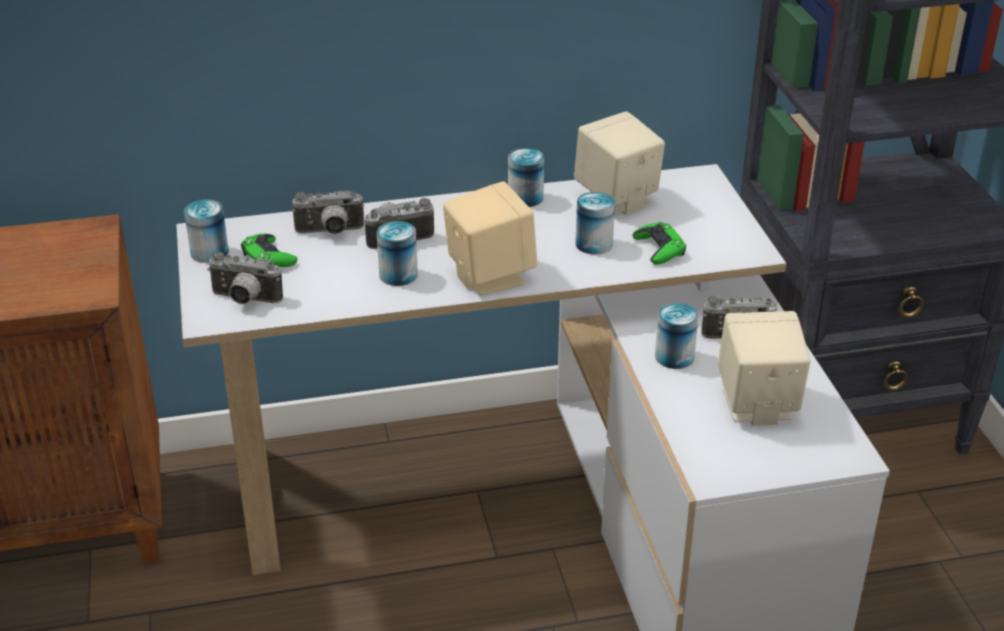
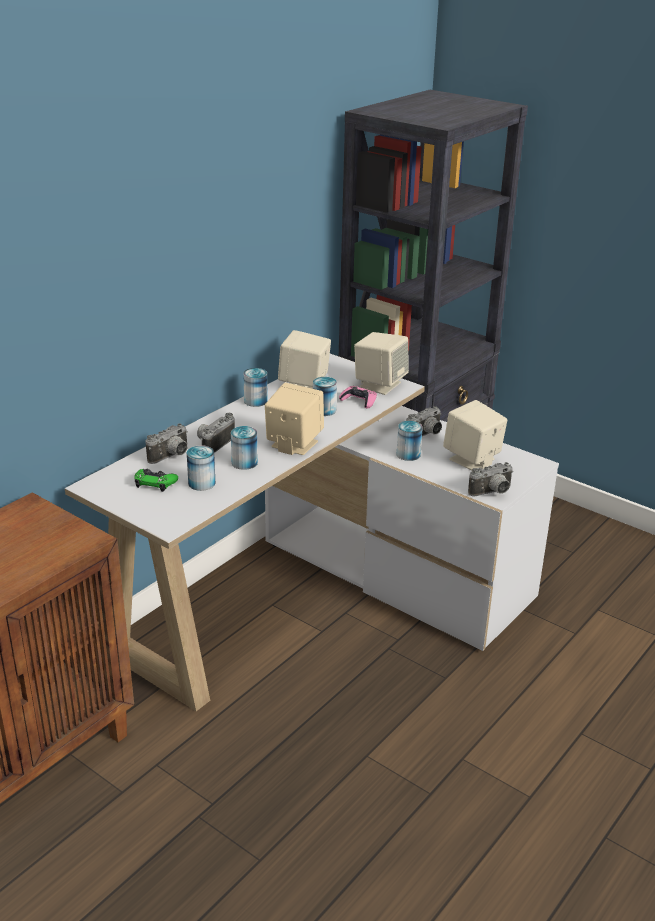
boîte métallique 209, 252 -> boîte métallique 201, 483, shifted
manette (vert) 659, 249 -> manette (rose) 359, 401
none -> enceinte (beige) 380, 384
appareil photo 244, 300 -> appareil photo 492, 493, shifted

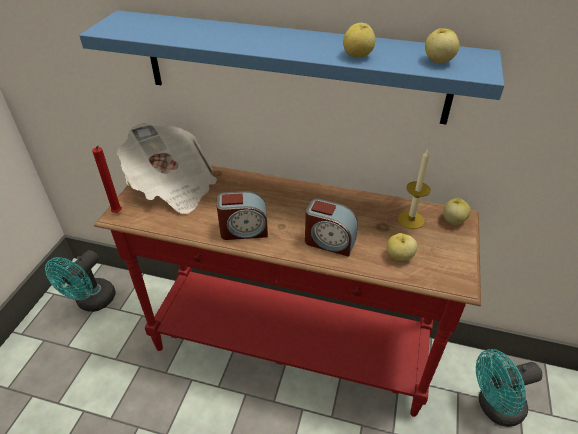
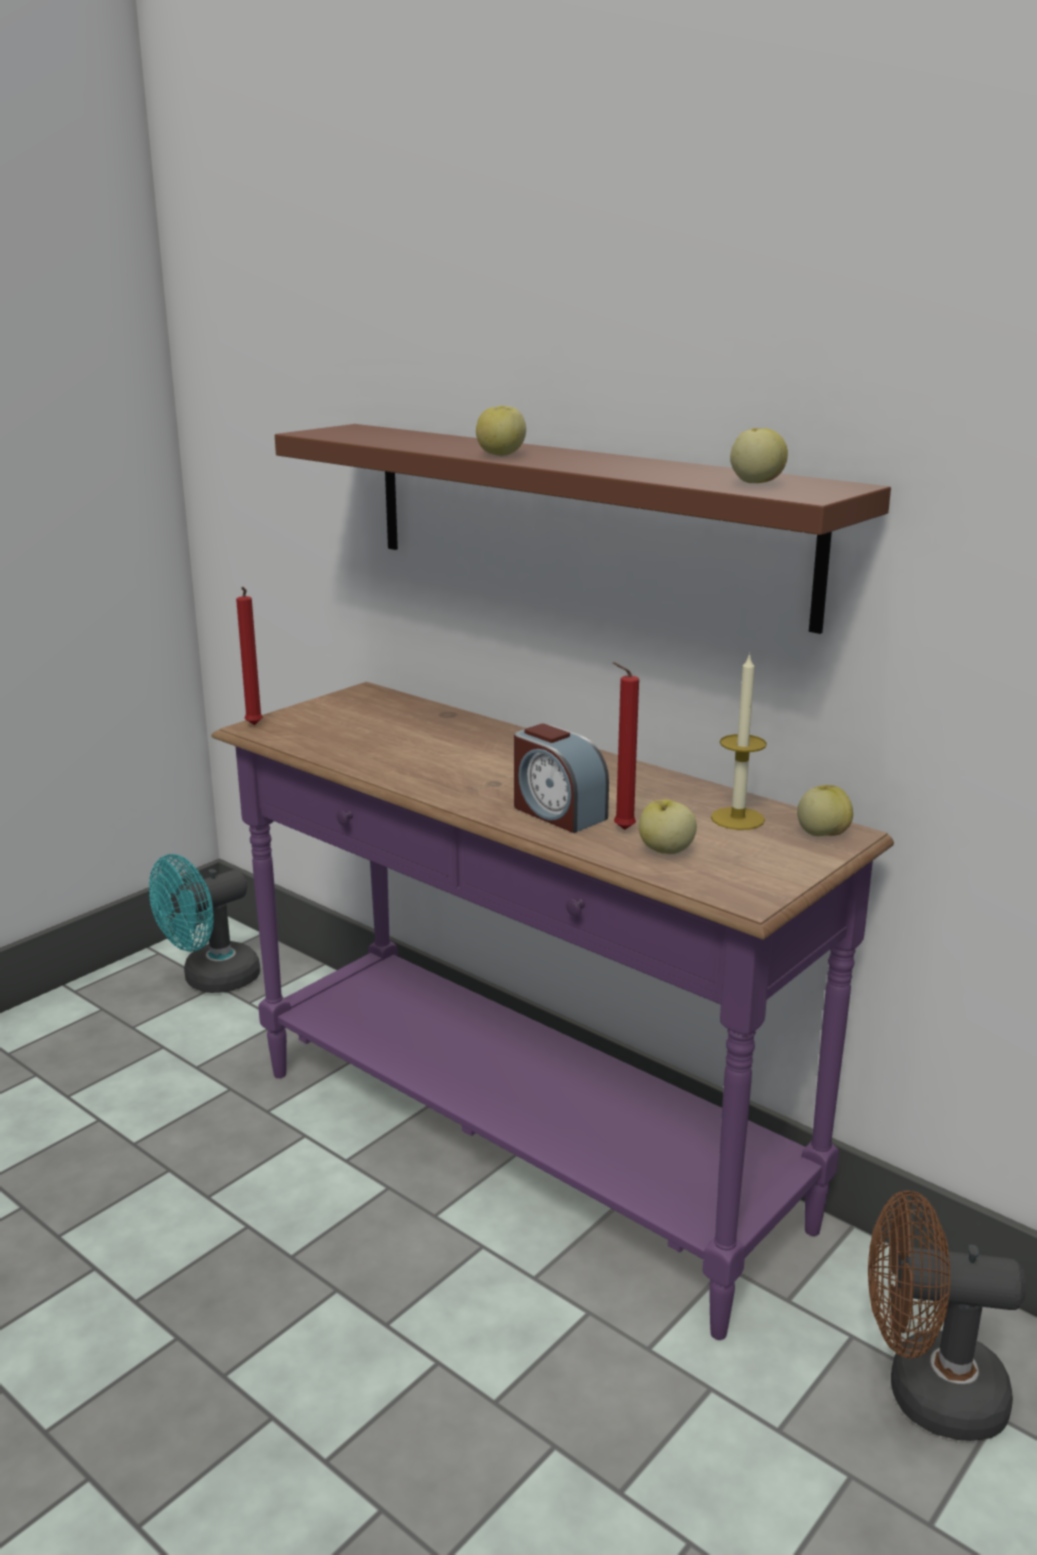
table console (rouge) 289, 350 -> table console (violet) 518, 1149
étagère (bleu) 292, 67 -> étagère (marron) 580, 518
pomme 358, 55 -> pomme 502, 455, shifted
none -> bougie (rouge) 621, 830
ventilateur (turquoise) 494, 407 -> ventilateur (marron) 926, 1393
journal 172, 187 -> none
réveil 243, 230 -> none

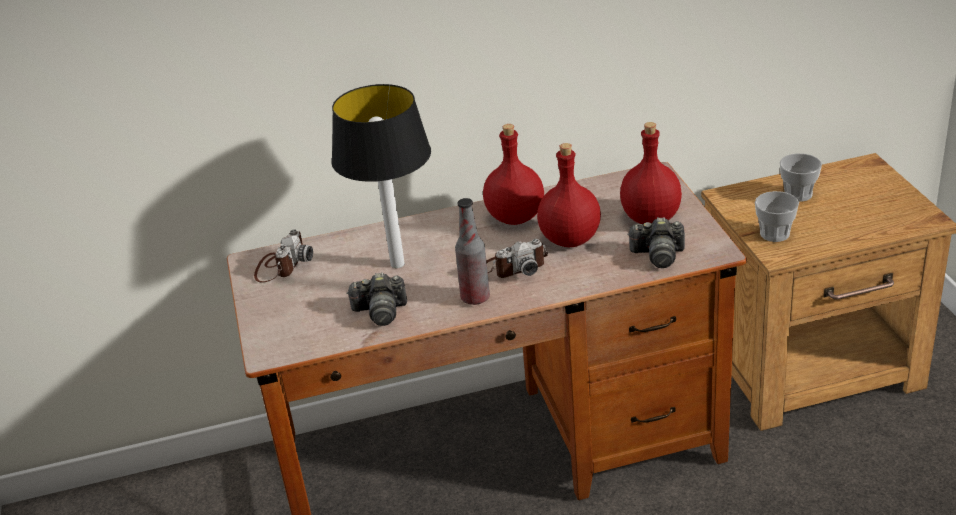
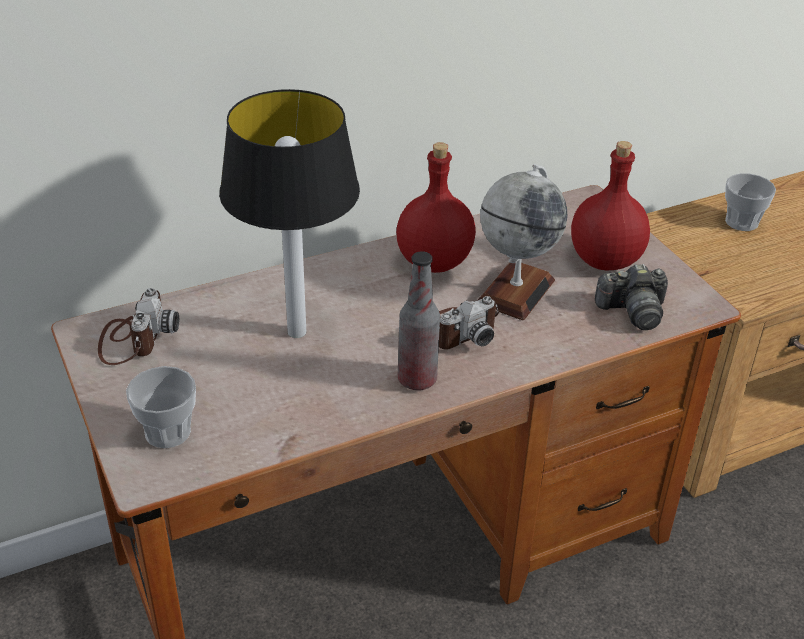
tasse 774, 234 -> tasse 167, 432, shifted
bouteille (rouge) 571, 239 -> globe 515, 291
appareil photo 380, 312 -> none

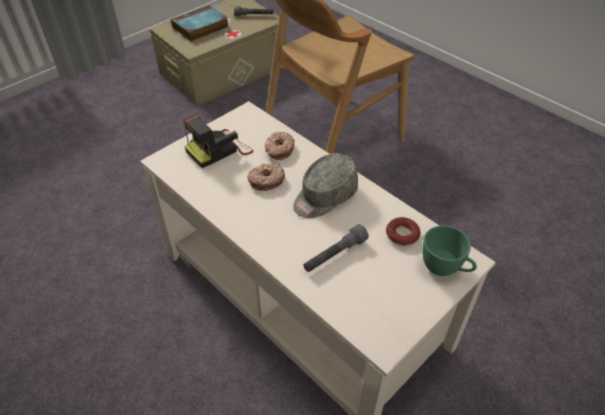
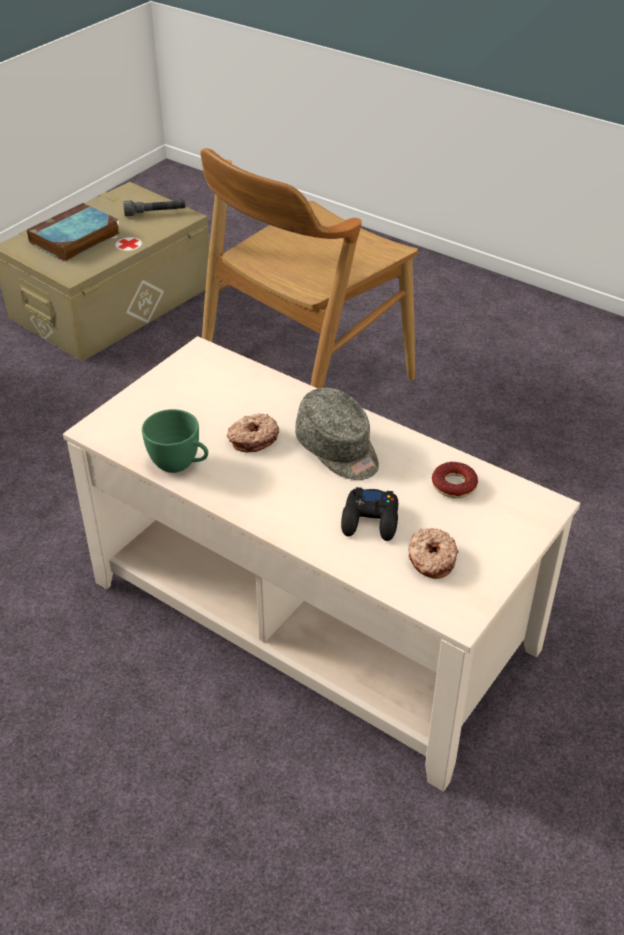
tasse (vert) 445, 269 -> tasse (vert) 180, 465, shifted
casquette (gris) 324, 196 -> casquette (gris) 338, 450, 75 degrees counterclockwise
lampe de poche (gris) 334, 255 -> manette (noir) 370, 520
beignet 279, 149 -> beignet 431, 559, shifted
appareil photo 219, 150 -> none

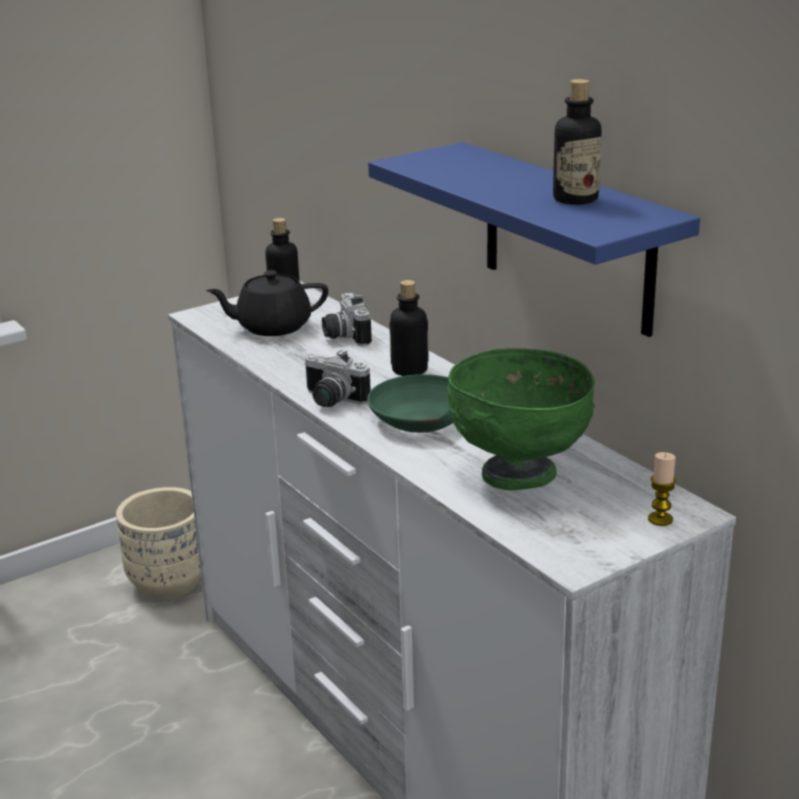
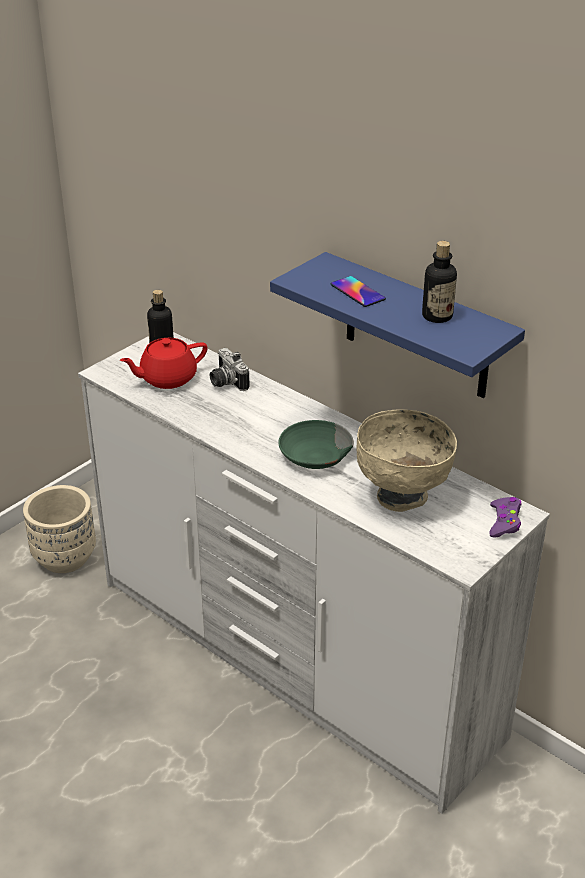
théière (noir) 272, 327 -> théière (rouge) 167, 378
none -> téléphone 357, 292
bol (vert) 520, 474 -> bol (beige) 402, 496
bougie 660, 519 -> manette (violet) 504, 522
appareil photo 331, 401 -> none
bouteille 409, 370 -> none

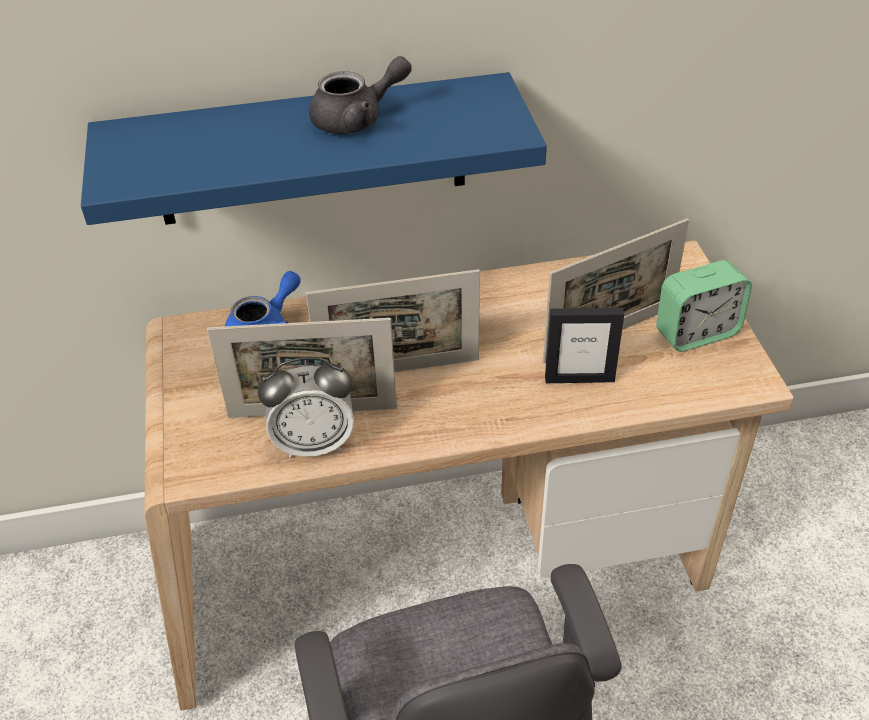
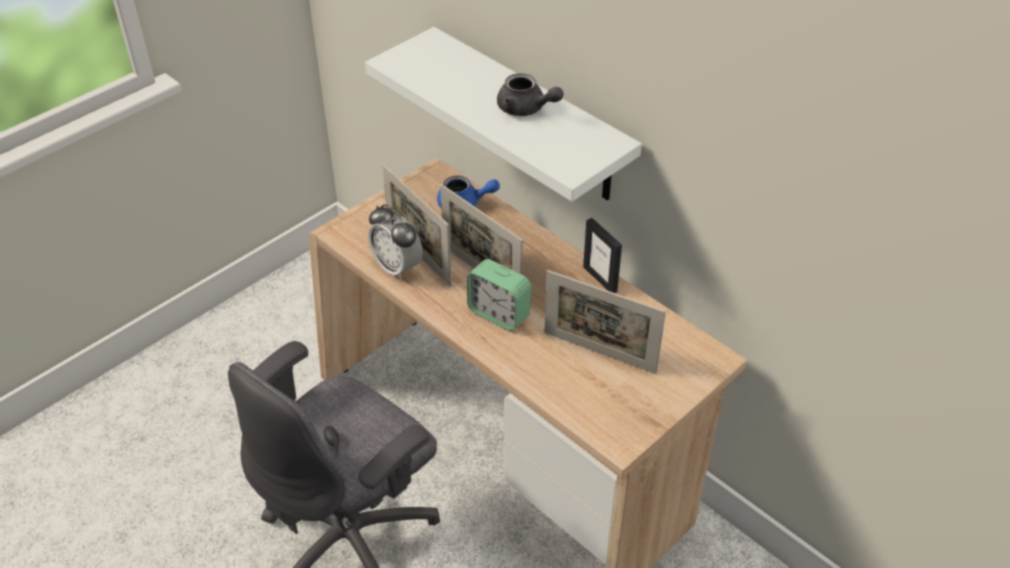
étagère (bleu) 311, 151 -> étagère (blanc) 530, 116
réveil 696, 333 -> réveil 499, 314, shifted
cadre photo 579, 378 -> cadre photo 600, 279, shifted

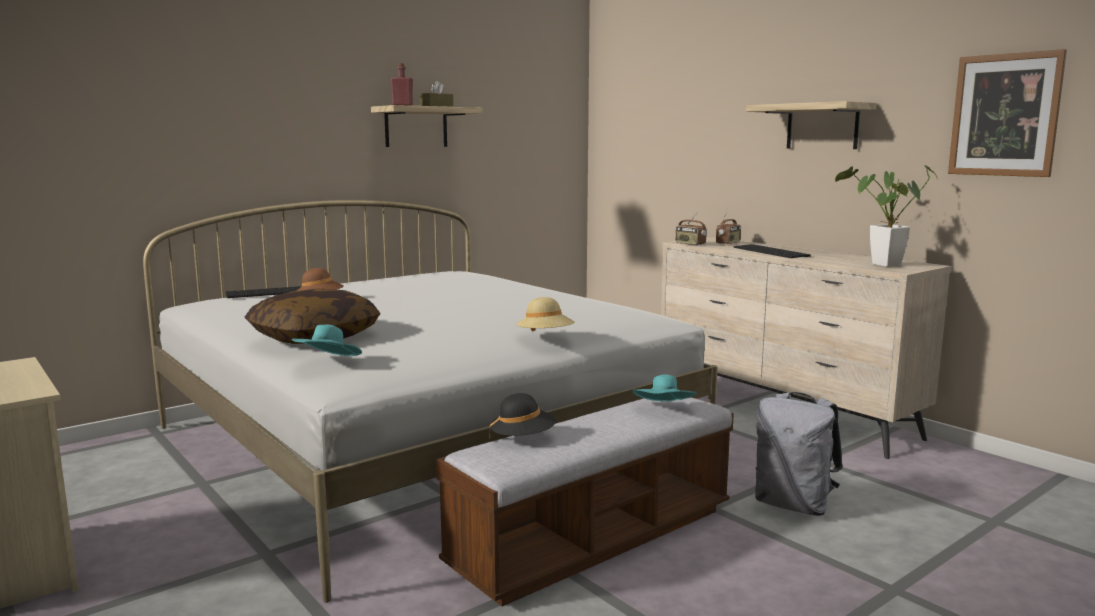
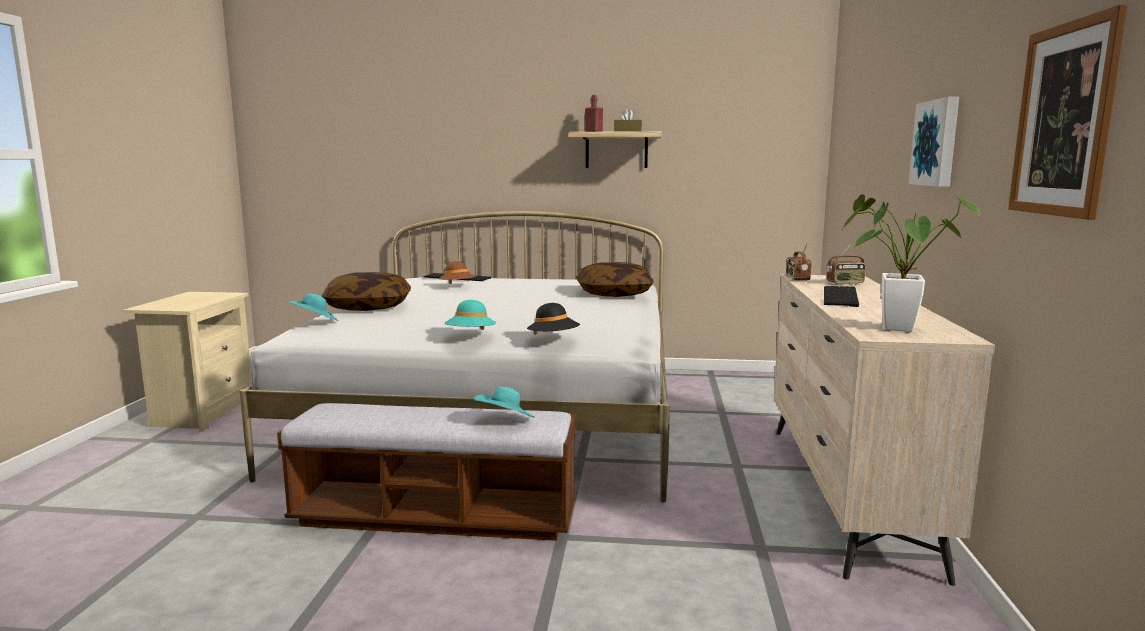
chapeau (beige) 545, 337 -> chapeau (turquoise) 471, 335
chapeau (noir) 523, 438 -> chapeau (noir) 553, 339, shifted
none -> coussin 614, 294
étagère 822, 126 -> tableau 937, 143
sac à dos (gris) 793, 505 -> none

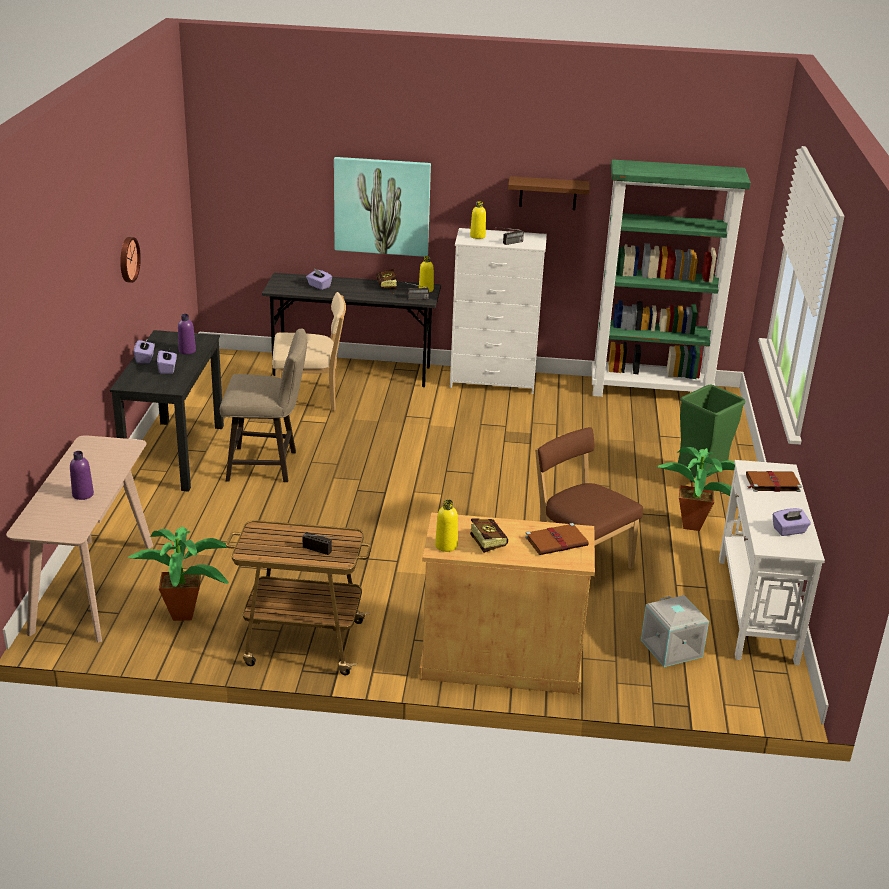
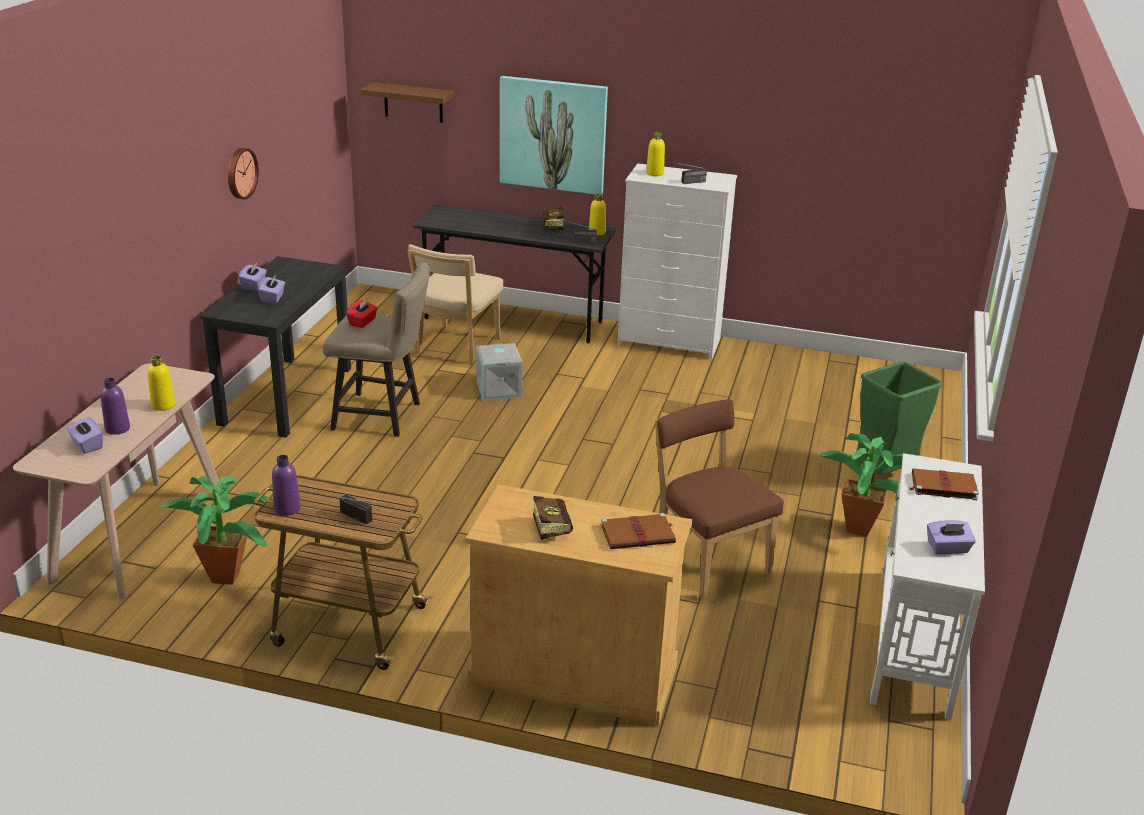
boîte à mouchoirs (violet) 319, 286 -> boîte à mouchoirs (violet) 87, 445, shifted
bouteille (jaune) 446, 546 -> bouteille (jaune) 163, 405, shifted
bouteille (violet) 187, 351 -> bouteille (violet) 287, 509, shifted
none -> boîte à mouchoirs (rouge) 362, 322
étagère (marron) 548, 193 -> étagère (marron) 413, 102, shifted
chaise (beige) 310, 399 -> chaise (beige) 456, 347, 105 degrees clockwise
boîte de rangement (gris) 670, 648 -> boîte de rangement (gris) 498, 389, shifted
bibliothèque (vert) 651, 391 -> none

